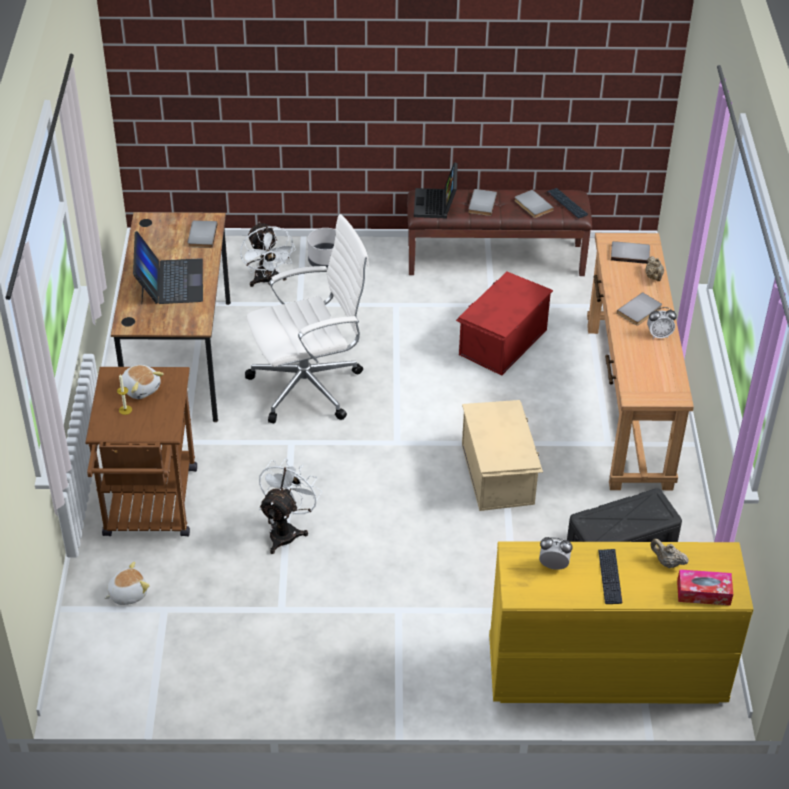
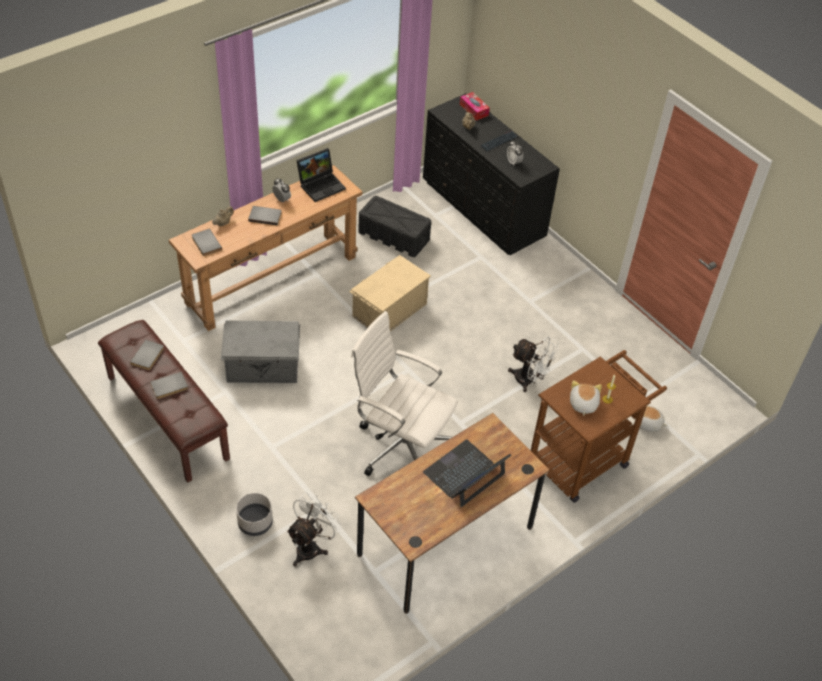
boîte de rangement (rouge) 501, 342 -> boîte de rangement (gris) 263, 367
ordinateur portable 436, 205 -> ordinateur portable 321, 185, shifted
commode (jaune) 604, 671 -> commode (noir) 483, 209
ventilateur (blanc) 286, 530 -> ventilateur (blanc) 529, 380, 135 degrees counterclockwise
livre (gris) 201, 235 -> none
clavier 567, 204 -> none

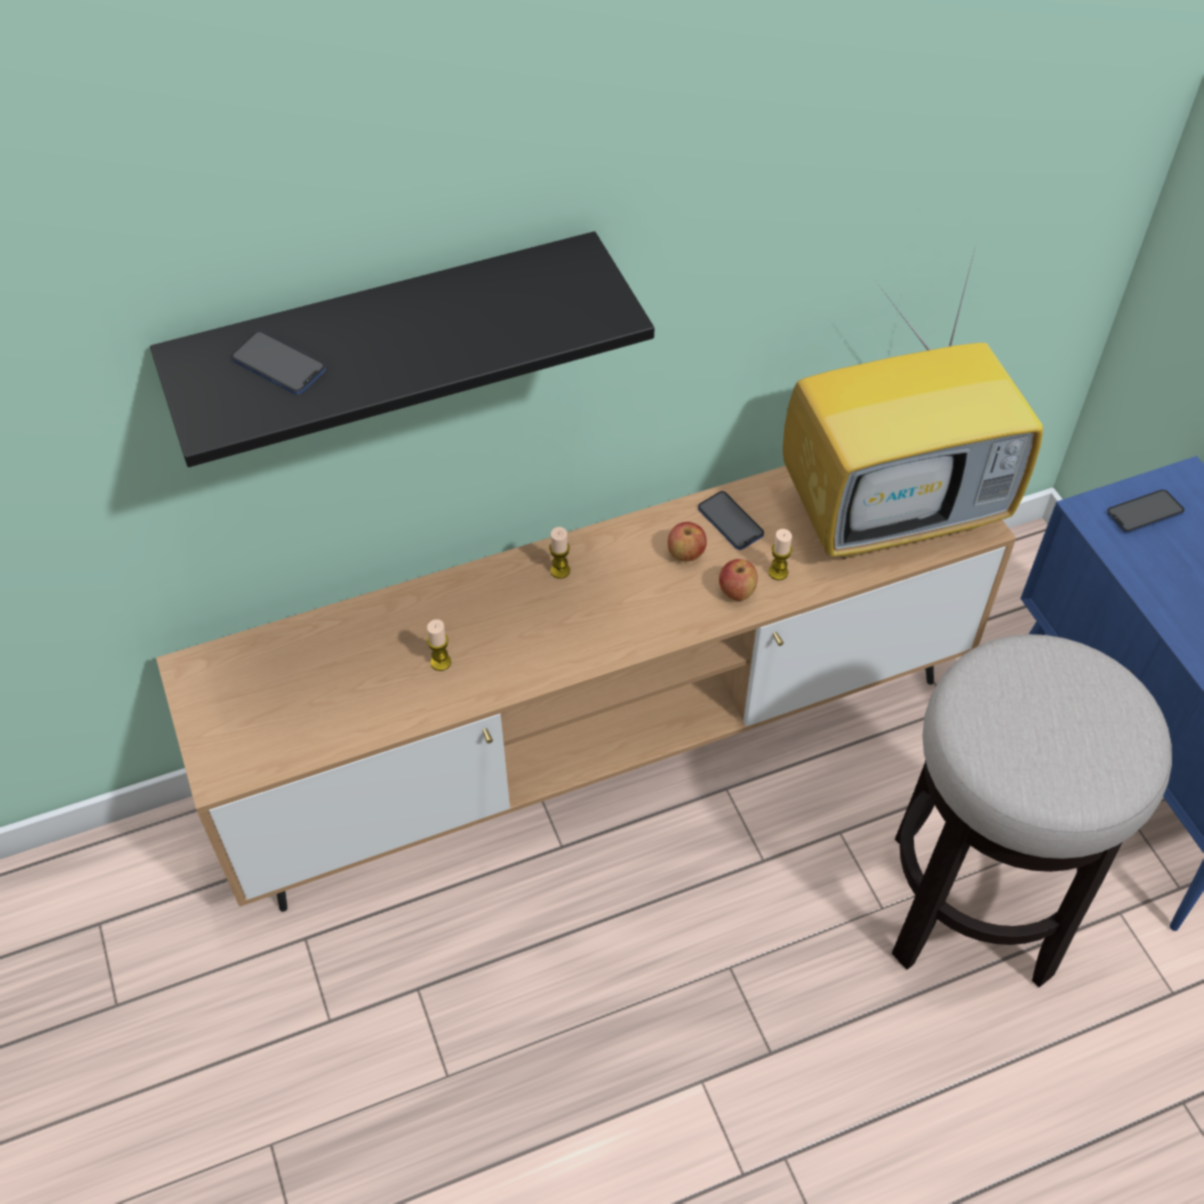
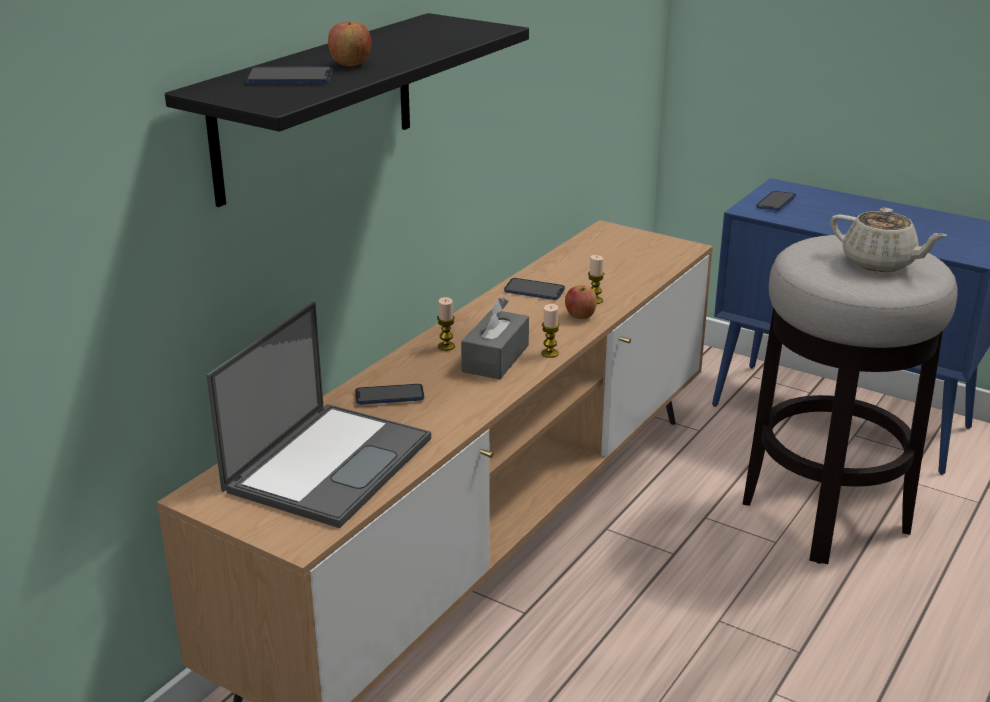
none -> ordinateur portable 330, 462
pomme 685, 554 -> pomme 350, 65, shifted
none -> téléphone 389, 396
none -> boîte à mouchoirs (gris) 495, 358
bougie 440, 662 -> bougie 549, 353, shifted
none -> théière (beige) 880, 263
téléviseur 895, 509 -> none

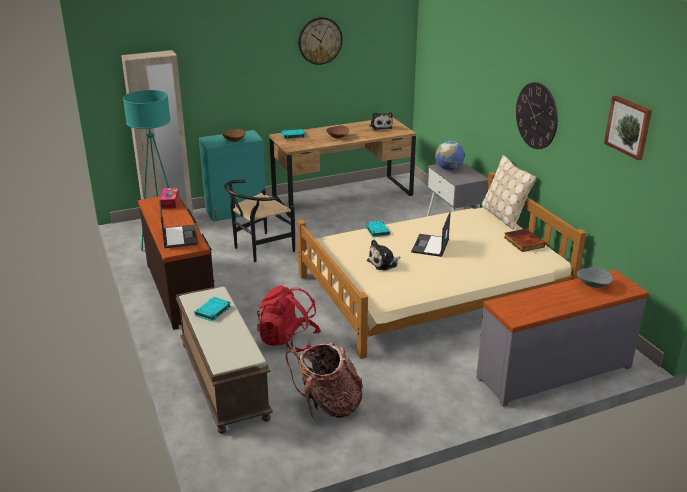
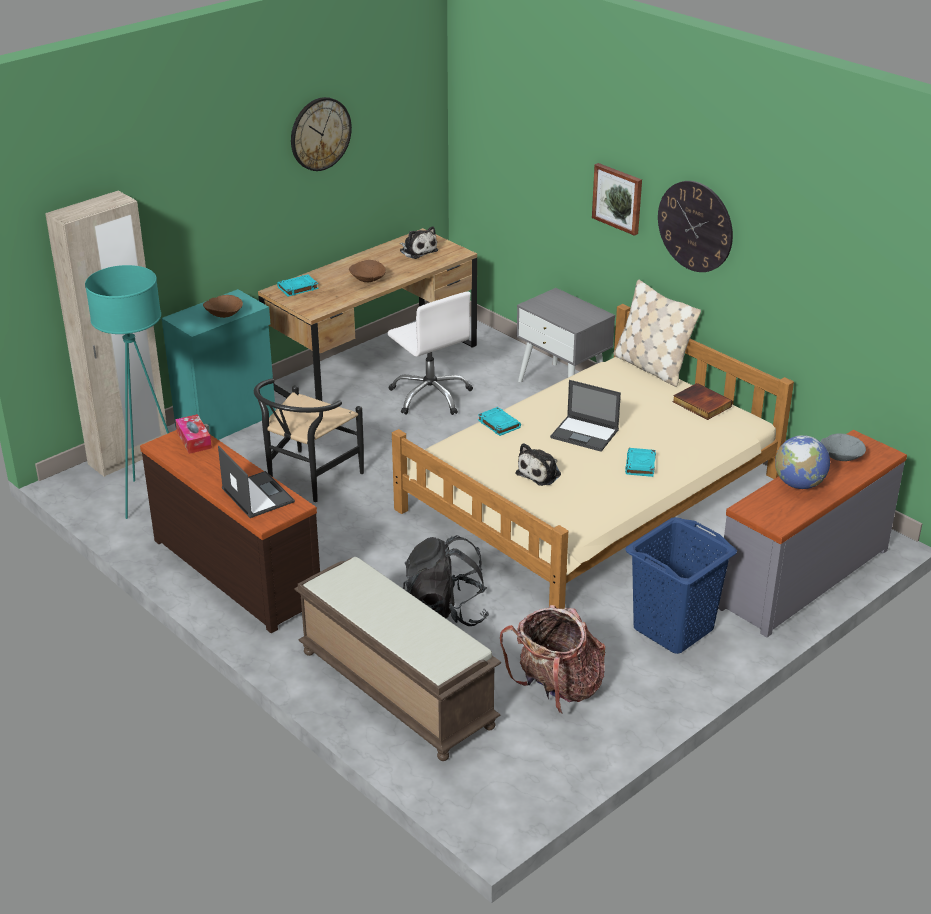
none -> chaise de bureau (blanc) 431, 396
sac à dos (rouge) 288, 340 -> sac à dos (noir) 445, 612
ordinateur portable 430, 246 -> ordinateur portable 585, 434, 60 degrees counterclockwise
tableau 629, 127 -> tableau 618, 198, shifted
livre (turquoise) 213, 311 -> livre (turquoise) 640, 465, shifted
none -> panier à linge (bleu) 674, 629
globe 448, 169 -> globe 799, 484, shifted

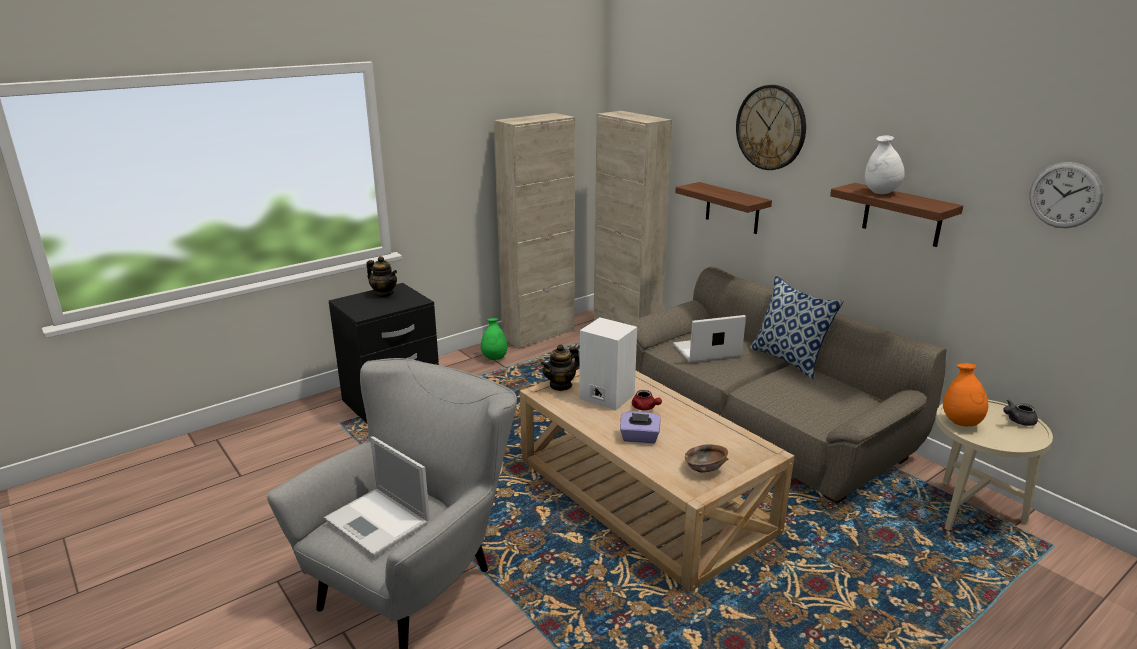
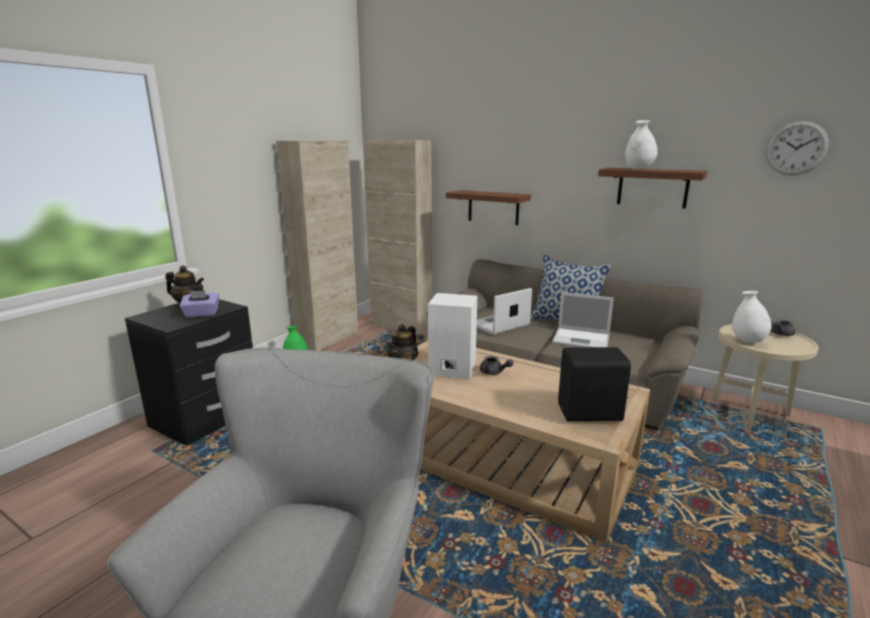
boîte à mouchoirs (violet) 639, 438 -> boîte à mouchoirs (violet) 201, 314, shifted
théière (rouge) 645, 408 -> théière (gris) 494, 372
ordinateur portable 379, 522 -> ordinateur portable 582, 339, shifted
bol (marron) 705, 468 -> enceinte (noir) 591, 414
vase (orange) 961, 423 -> vase (blanc) 747, 341
horloge murale 771, 127 -> none

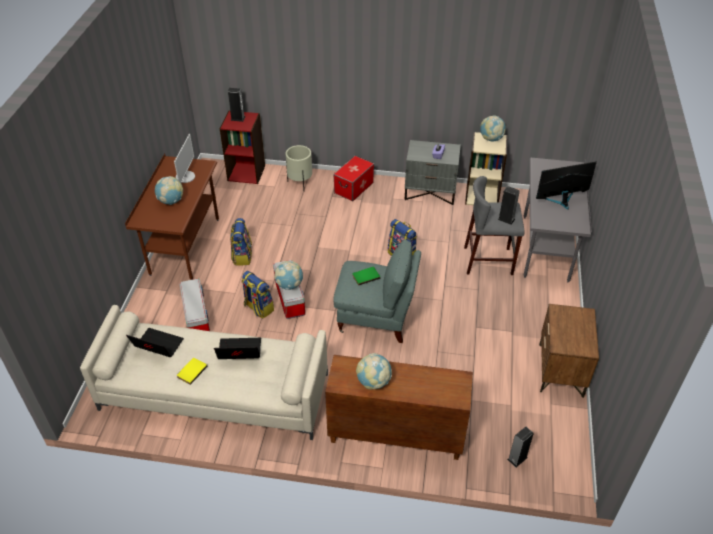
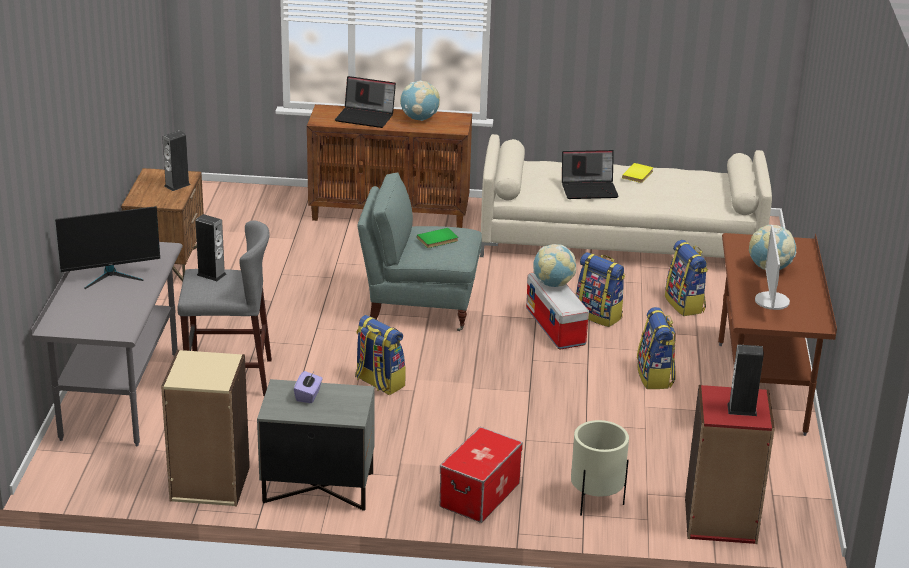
enceinte 517, 458 -> enceinte 177, 185, shifted
ordinateur portable 157, 346 -> ordinateur portable 366, 117, shifted
boîte de rangement 196, 317 -> sac à dos 685, 304
globe 491, 139 -> none

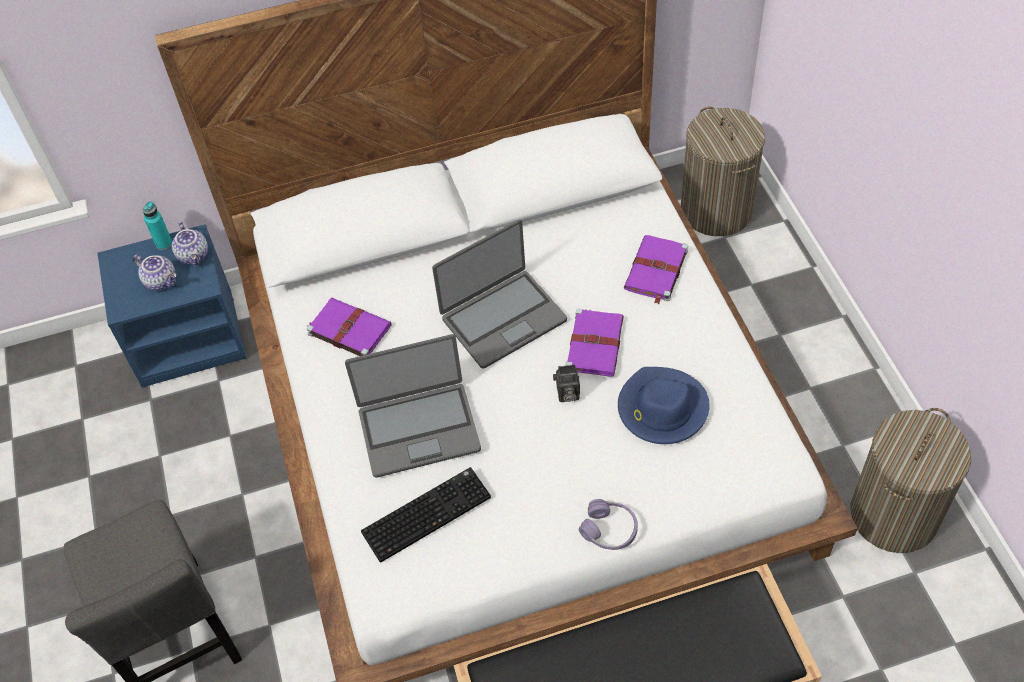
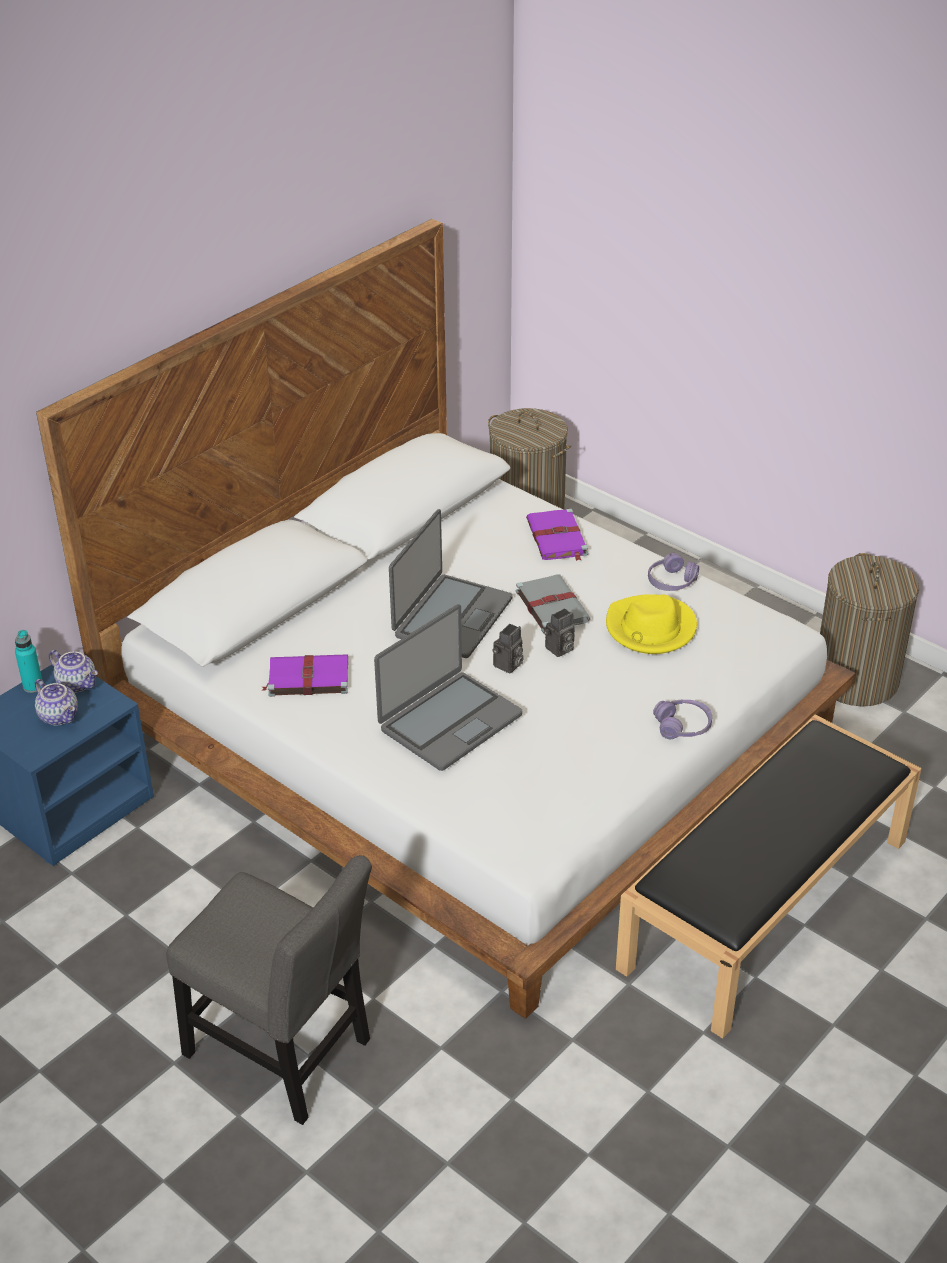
théière 161, 281 -> théière 60, 716, 45 degrees clockwise
none -> appareil photo 508, 666
livre (violet) 594, 343 -> livre (gris) 551, 605
chapeau (bleu) 662, 408 -> chapeau (jaune) 650, 629
none -> casque audio (violet) 671, 581
clavier 426, 513 -> none

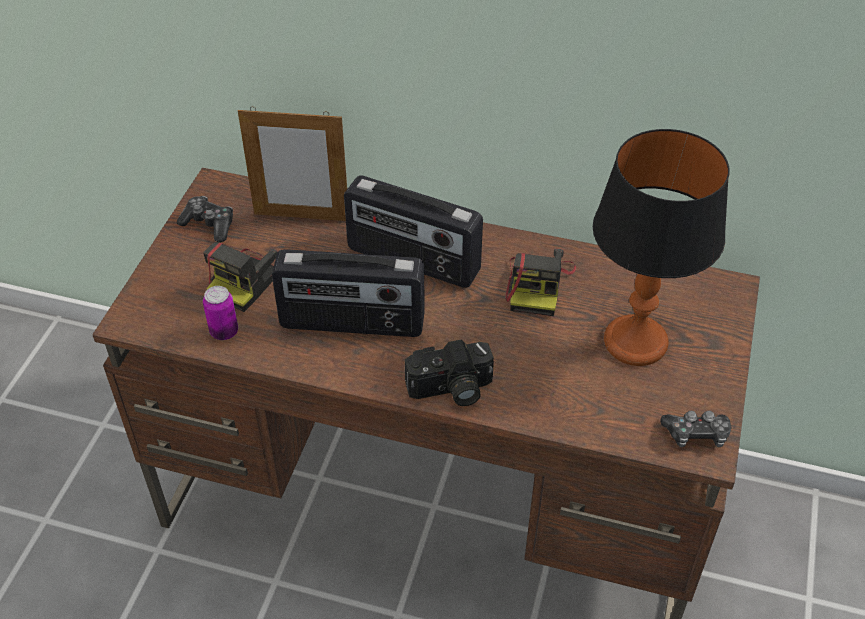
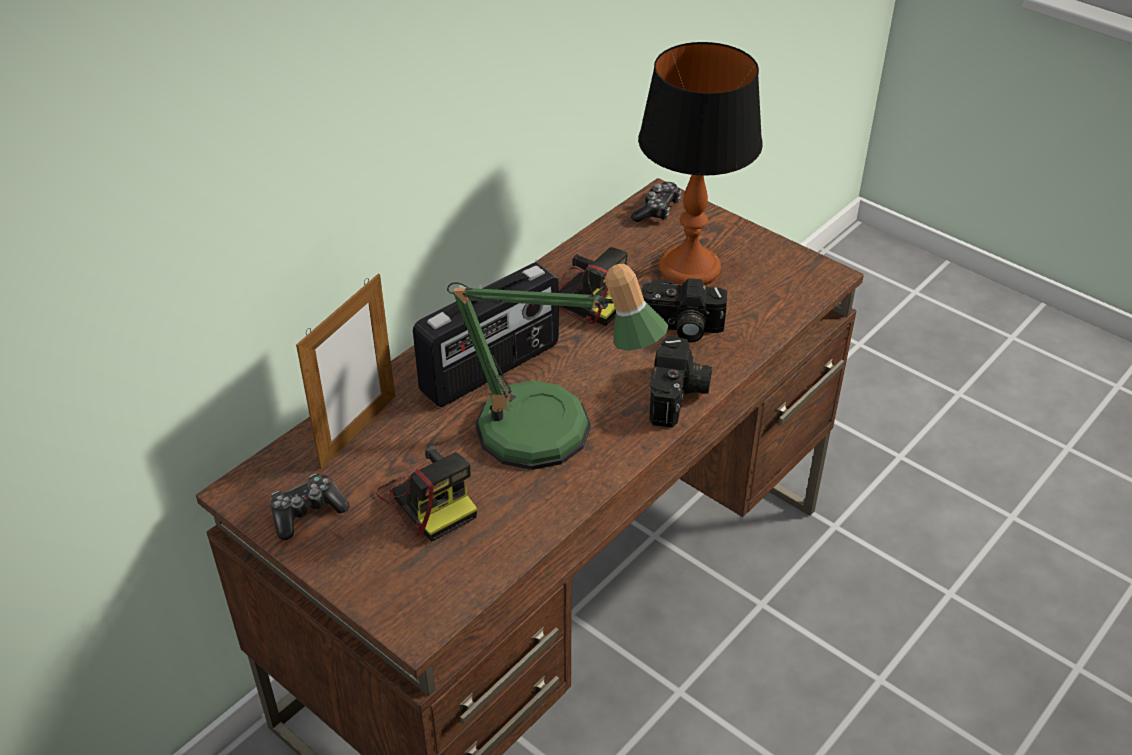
radio 352, 323 -> lampe de table 549, 438
manette 696, 435 -> manette 657, 210, shifted
none -> appareil photo 681, 328
boîte métallique 224, 332 -> none

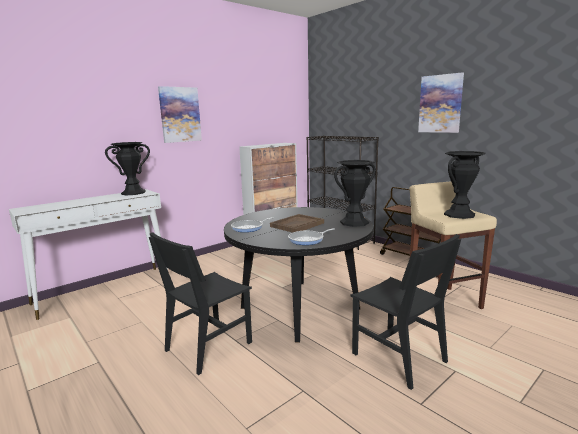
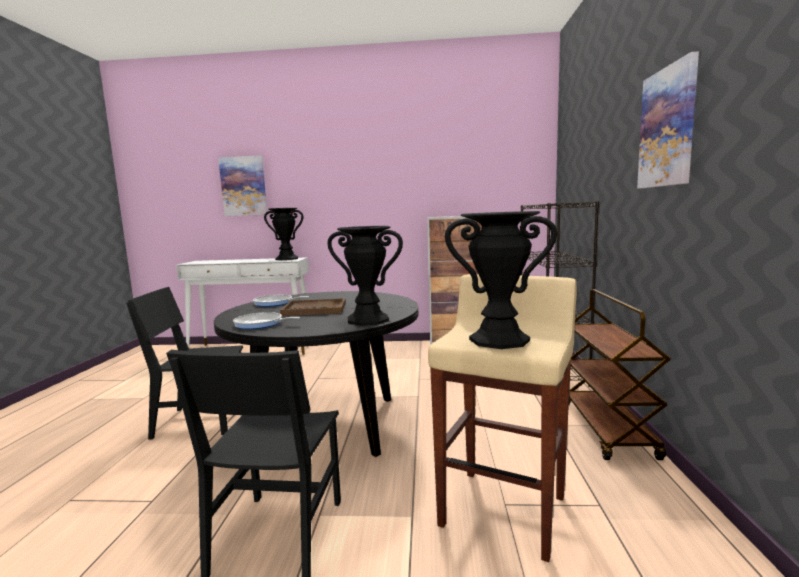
tableau 180, 114 -> tableau 243, 186, shifted

